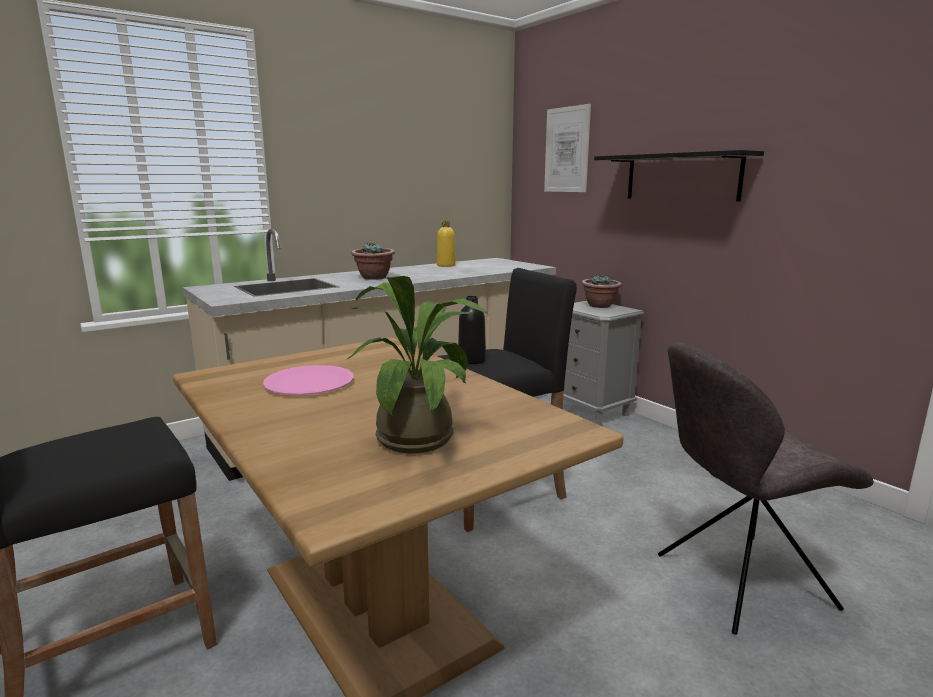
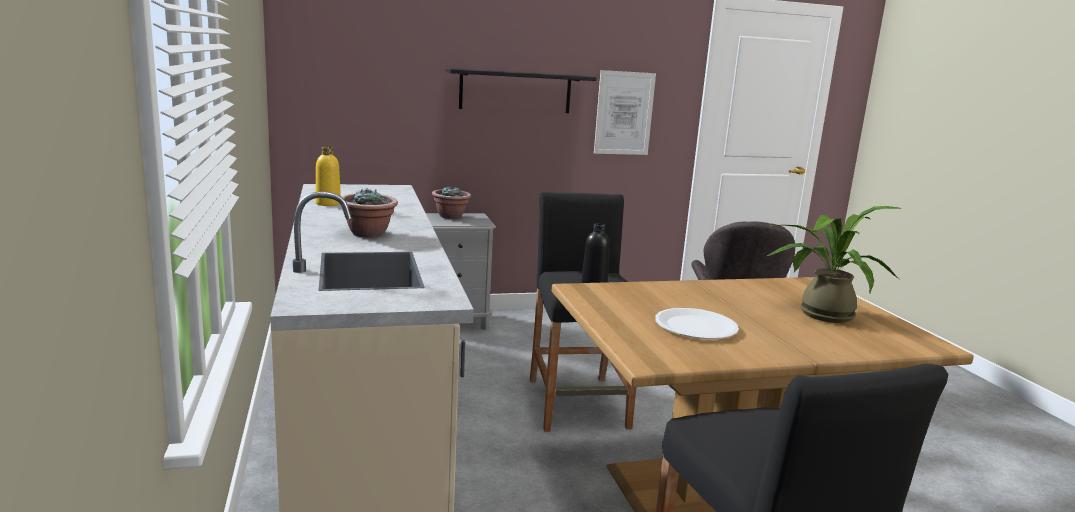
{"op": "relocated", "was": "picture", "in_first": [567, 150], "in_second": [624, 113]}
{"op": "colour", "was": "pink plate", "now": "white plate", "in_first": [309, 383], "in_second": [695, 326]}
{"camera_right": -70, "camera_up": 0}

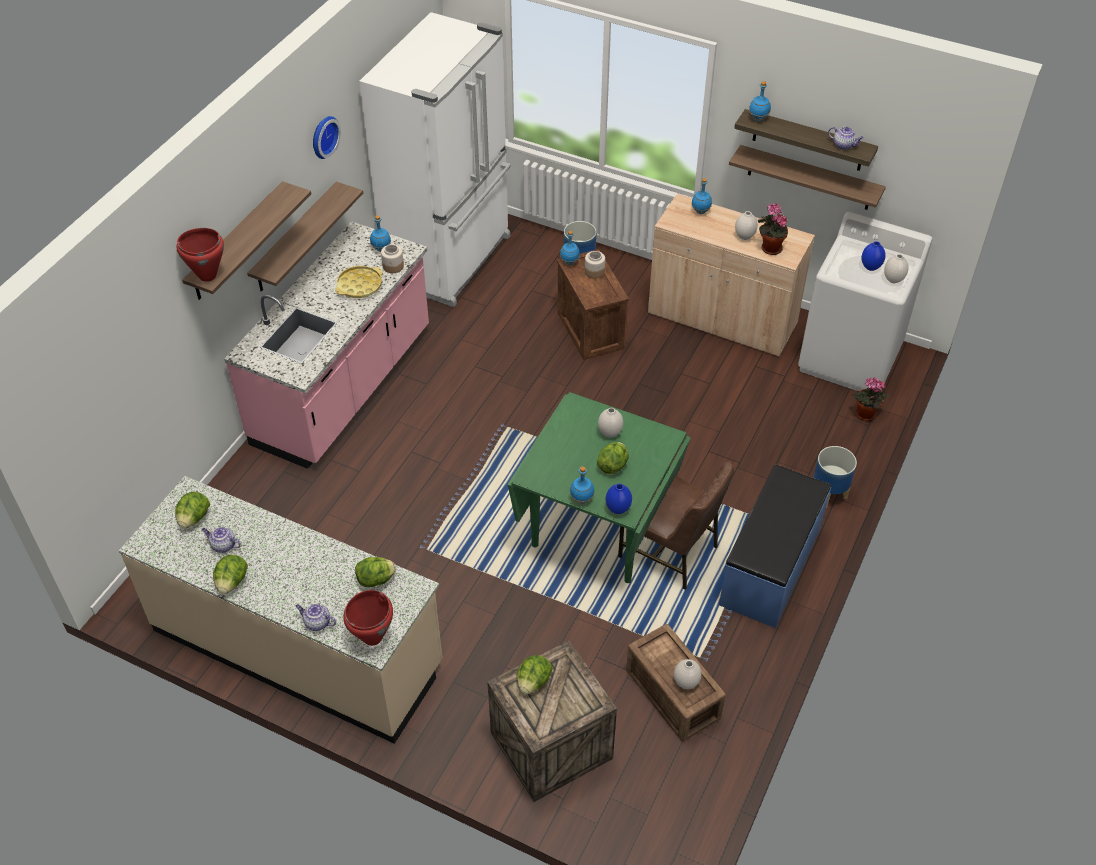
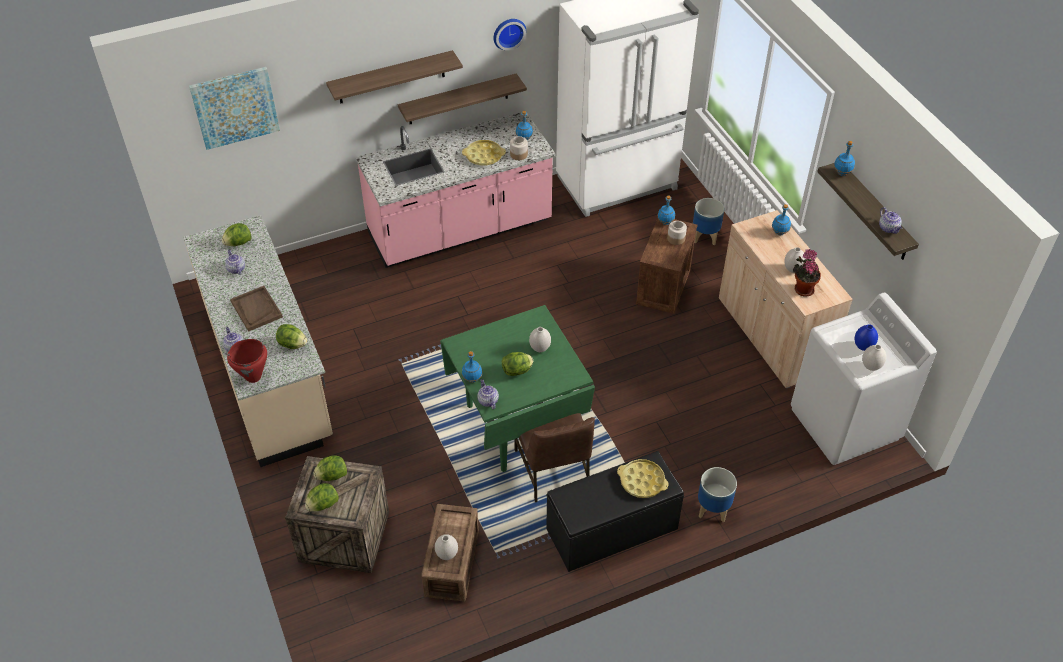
{"op": "missing", "was": "shelf", "in_first": [809, 178]}
{"op": "missing", "was": "red cooking pot", "in_first": [207, 275]}
{"op": "missing", "was": "potted plant", "in_first": [864, 415]}
{"op": "colour", "was": "blue bench", "now": "black bench", "in_first": [771, 567], "in_second": [612, 529]}
{"op": "exchanged", "was": "blue vase", "now": "teapot", "in_first": [617, 509], "in_second": [487, 401]}
{"op": "relocated", "was": "lettuce", "in_first": [232, 582], "in_second": [323, 505]}
{"op": "appeared", "now": "picture", "in_second": [235, 107]}
{"op": "appeared", "now": "brown tray", "in_second": [256, 309]}
{"op": "appeared", "now": "yellow tray", "in_second": [642, 481]}
{"camera_right": 40, "camera_up": 0}

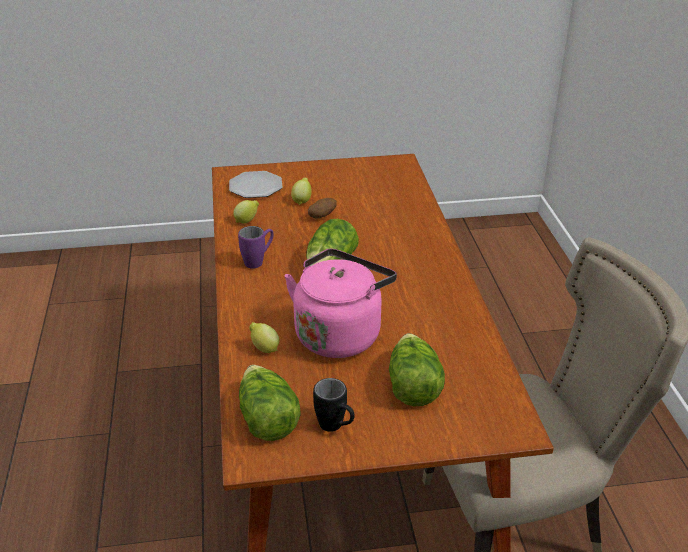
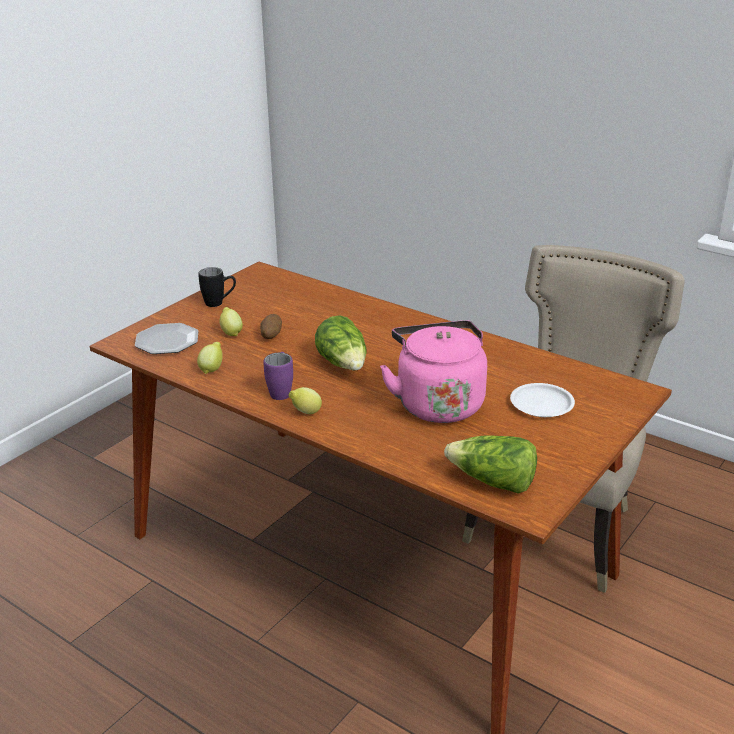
{"op": "relocated", "was": "lemon", "in_first": [264, 348], "in_second": [305, 413]}
{"op": "exchanged", "was": "lettuce", "now": "white plate", "in_first": [412, 385], "in_second": [542, 405]}
{"op": "relocated", "was": "black mug", "in_first": [336, 427], "in_second": [219, 303]}
{"camera_right": -45, "camera_up": -5}

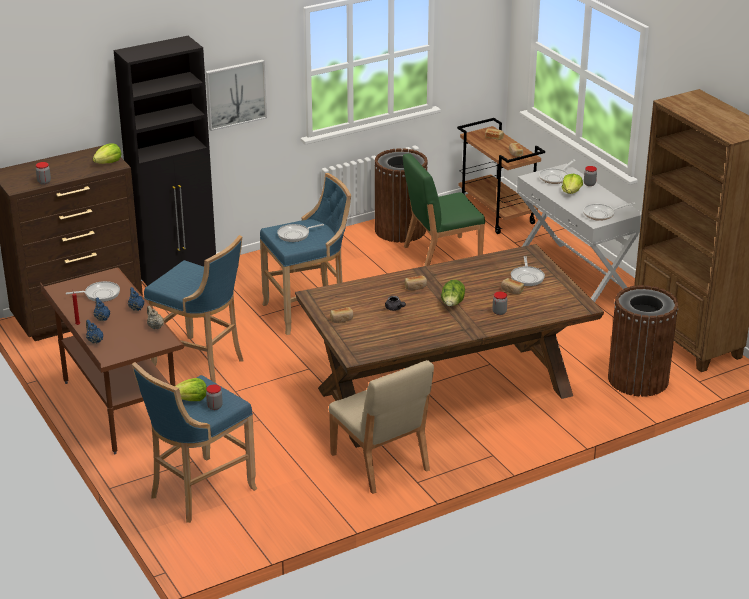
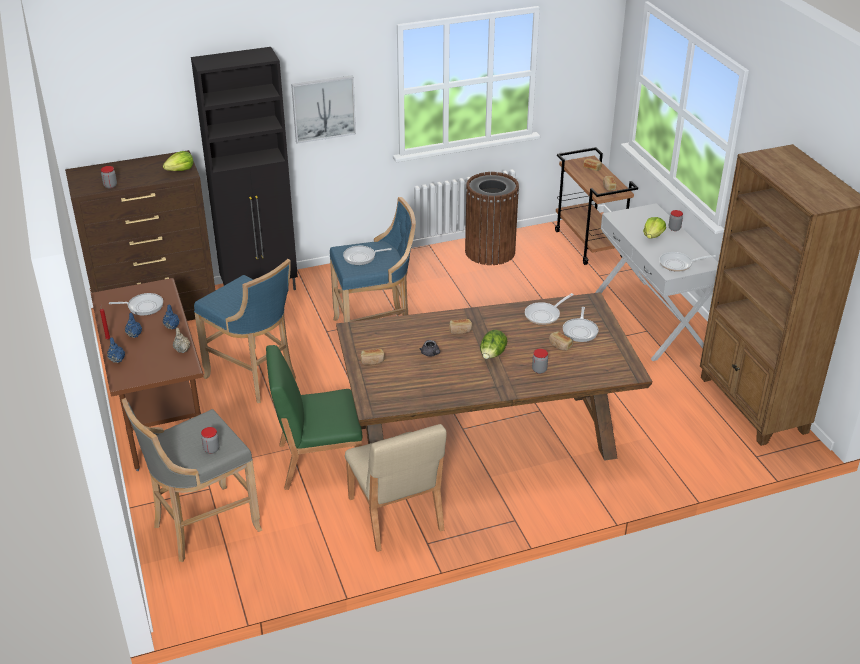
{"op": "relocated", "was": "green chair", "in_first": [441, 253], "in_second": [318, 461]}
{"op": "relocated", "was": "frying pan", "in_first": [555, 177], "in_second": [544, 315]}
{"op": "missing", "was": "brown trash can", "in_first": [638, 379]}
{"op": "colour", "was": "blue stool", "now": "grey stool", "in_first": [198, 492], "in_second": [202, 527]}
{"op": "missing", "was": "lettuce", "in_first": [191, 399]}
{"camera_right": 10, "camera_up": 5}

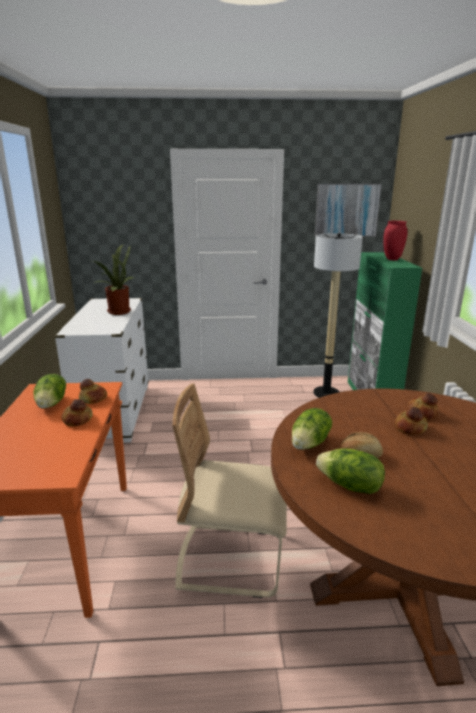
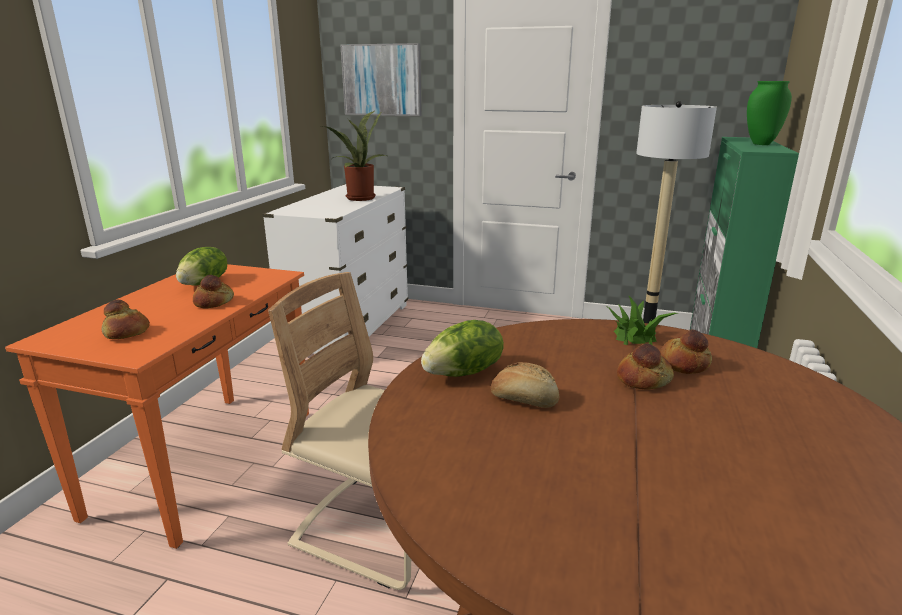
{"op": "relocated", "was": "picture", "in_first": [346, 210], "in_second": [382, 80]}
{"op": "colour", "was": "red vase", "now": "green vase", "in_first": [392, 259], "in_second": [761, 144]}
{"op": "relocated", "was": "bread", "in_first": [93, 399], "in_second": [126, 333]}
{"op": "missing", "was": "lettuce", "in_first": [350, 486]}
{"op": "appeared", "now": "potted plant", "in_second": [634, 335]}
{"camera_right": 20, "camera_up": 0}

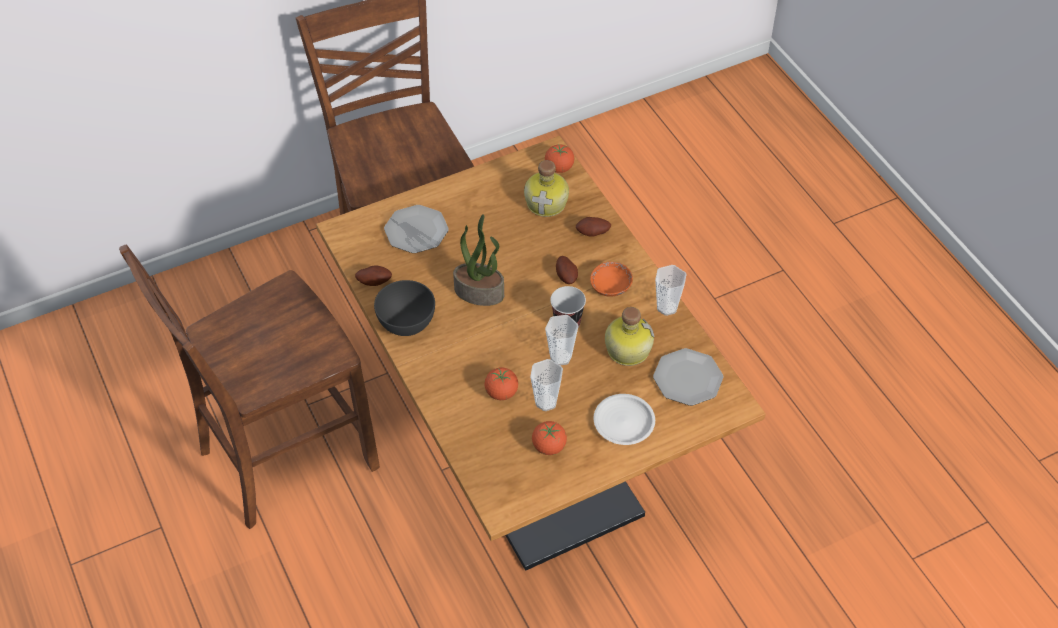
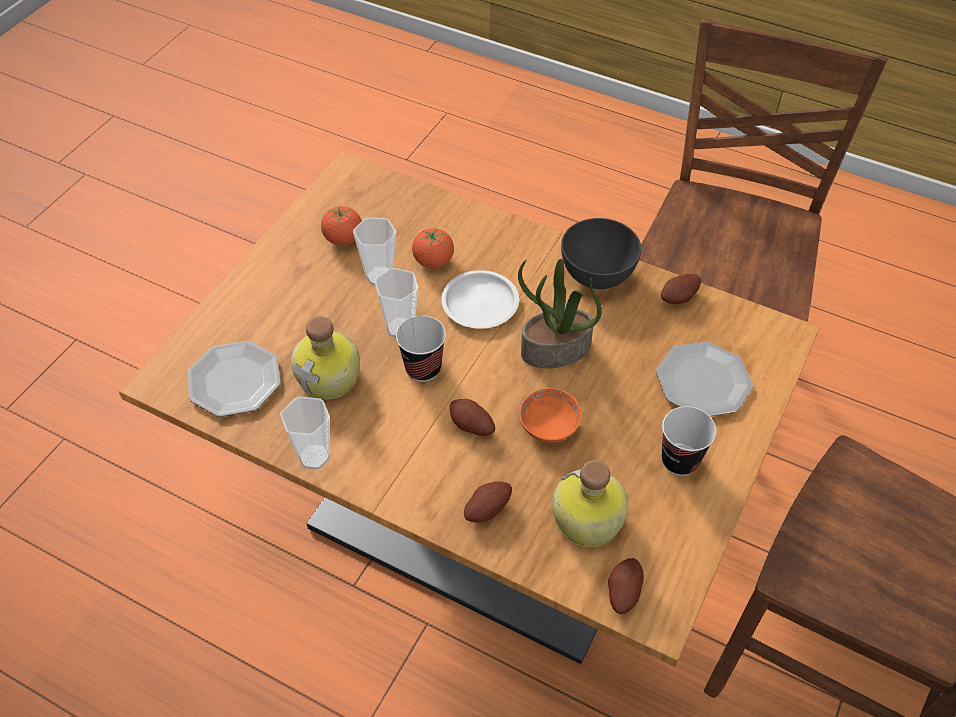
{"op": "exchanged", "was": "tomato", "now": "potato", "in_first": [559, 168], "in_second": [622, 593]}
{"op": "relocated", "was": "orange bowl", "in_first": [610, 287], "in_second": [549, 426]}
{"op": "relocated", "was": "white plate", "in_first": [624, 422], "in_second": [479, 304]}
{"op": "appeared", "now": "cup", "in_second": [680, 460]}
{"camera_right": 145, "camera_up": 0}

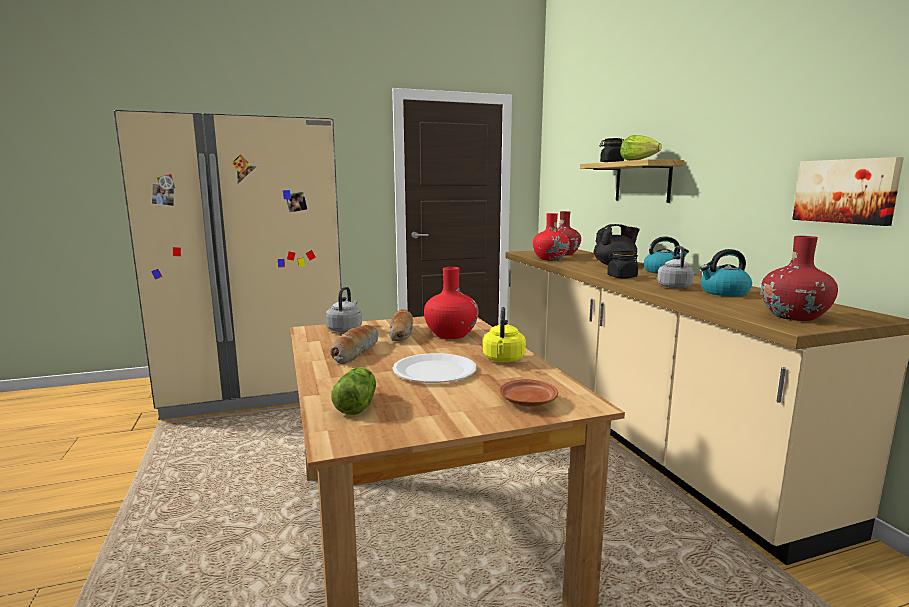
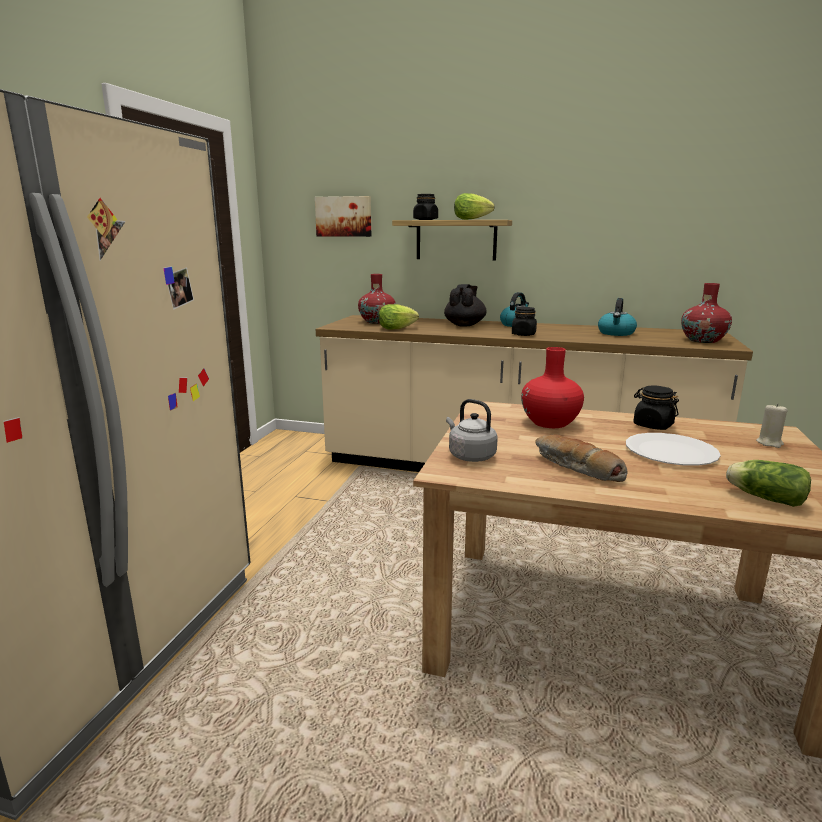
{"op": "relocated", "was": "picture", "in_first": [846, 191], "in_second": [344, 216]}
{"op": "exchanged", "was": "red vase", "now": "lettuce", "in_first": [550, 259], "in_second": [396, 329]}
{"op": "missing", "was": "grey kettle", "in_first": [673, 286]}
{"op": "exchanged", "was": "yellow kettle", "now": "black jar", "in_first": [503, 360], "in_second": [652, 425]}
{"op": "missing", "was": "bread", "in_first": [402, 333]}
{"op": "exchanged", "was": "brown plate", "now": "beige candle", "in_first": [528, 401], "in_second": [769, 443]}
{"camera_right": -55, "camera_up": 5}

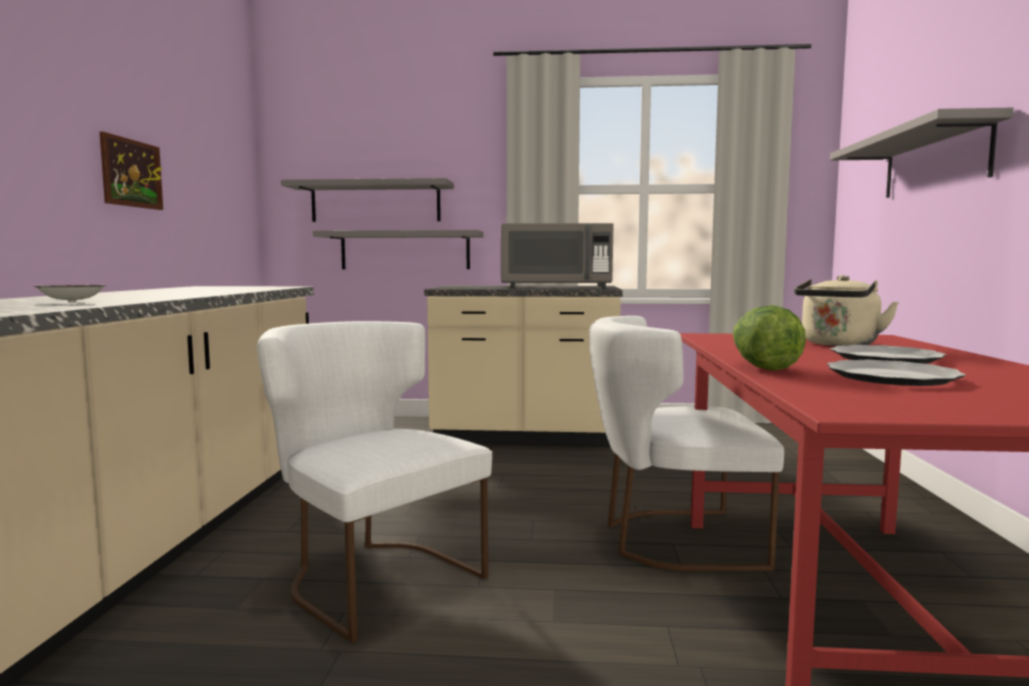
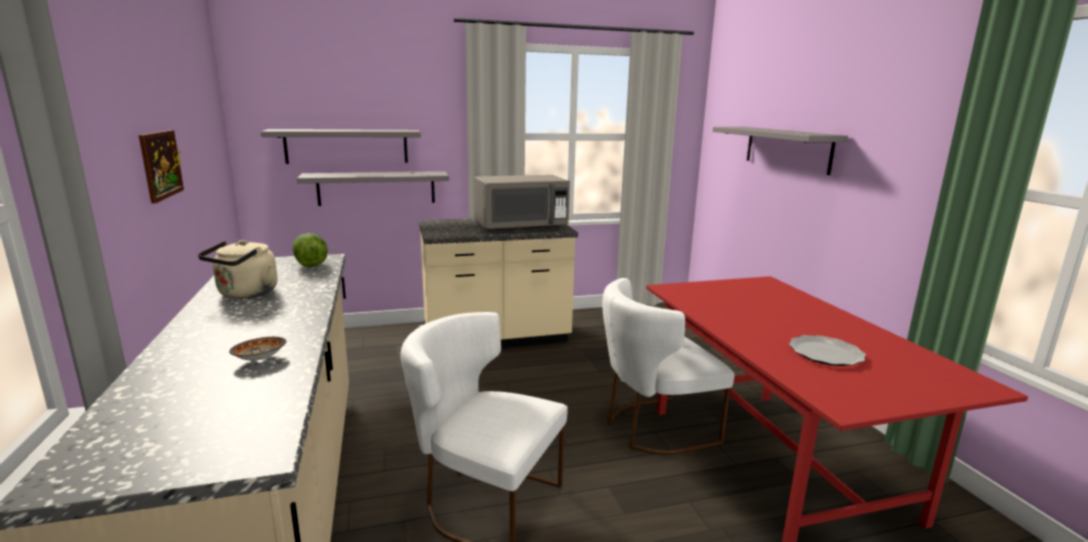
{"op": "relocated", "was": "beige kettle", "in_first": [838, 344], "in_second": [245, 294]}
{"op": "relocated", "was": "lettuce", "in_first": [763, 368], "in_second": [311, 264]}
{"op": "missing", "was": "plate", "in_first": [884, 358]}
{"camera_right": -20, "camera_up": 10}

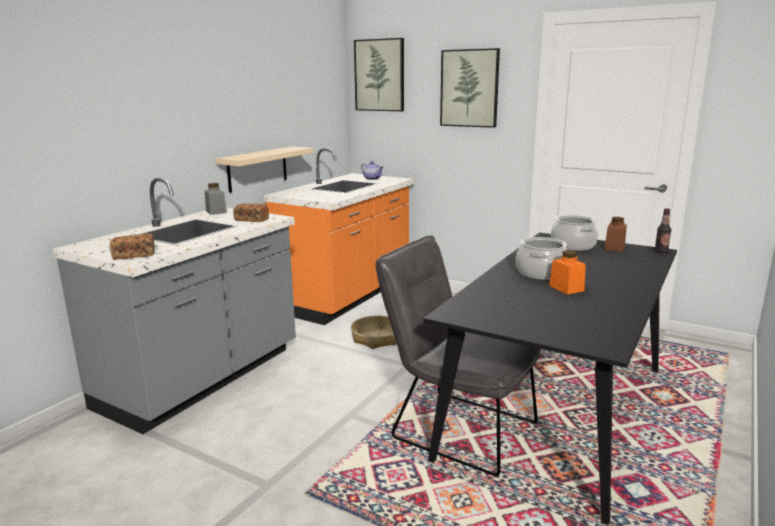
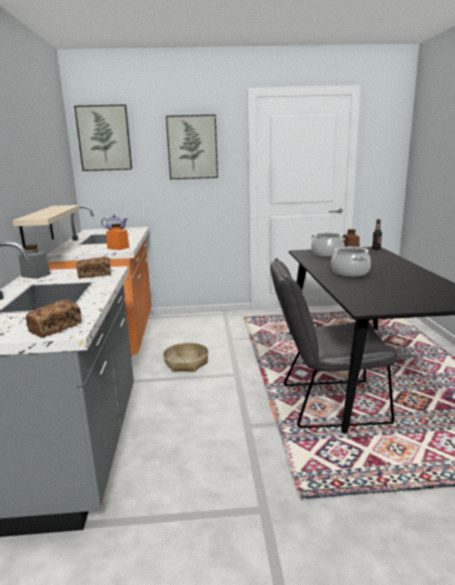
{"op": "relocated", "was": "orange jar", "in_first": [566, 288], "in_second": [118, 248]}
{"camera_right": -35, "camera_up": 0}

